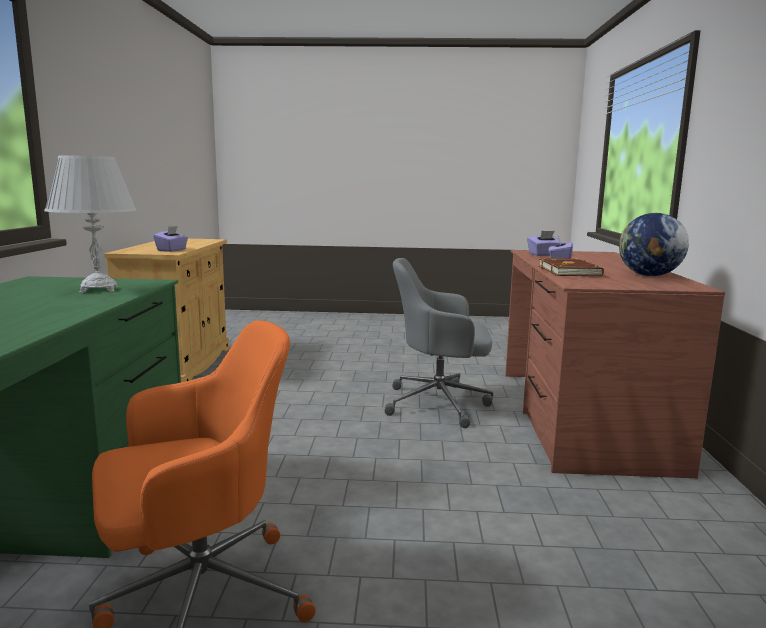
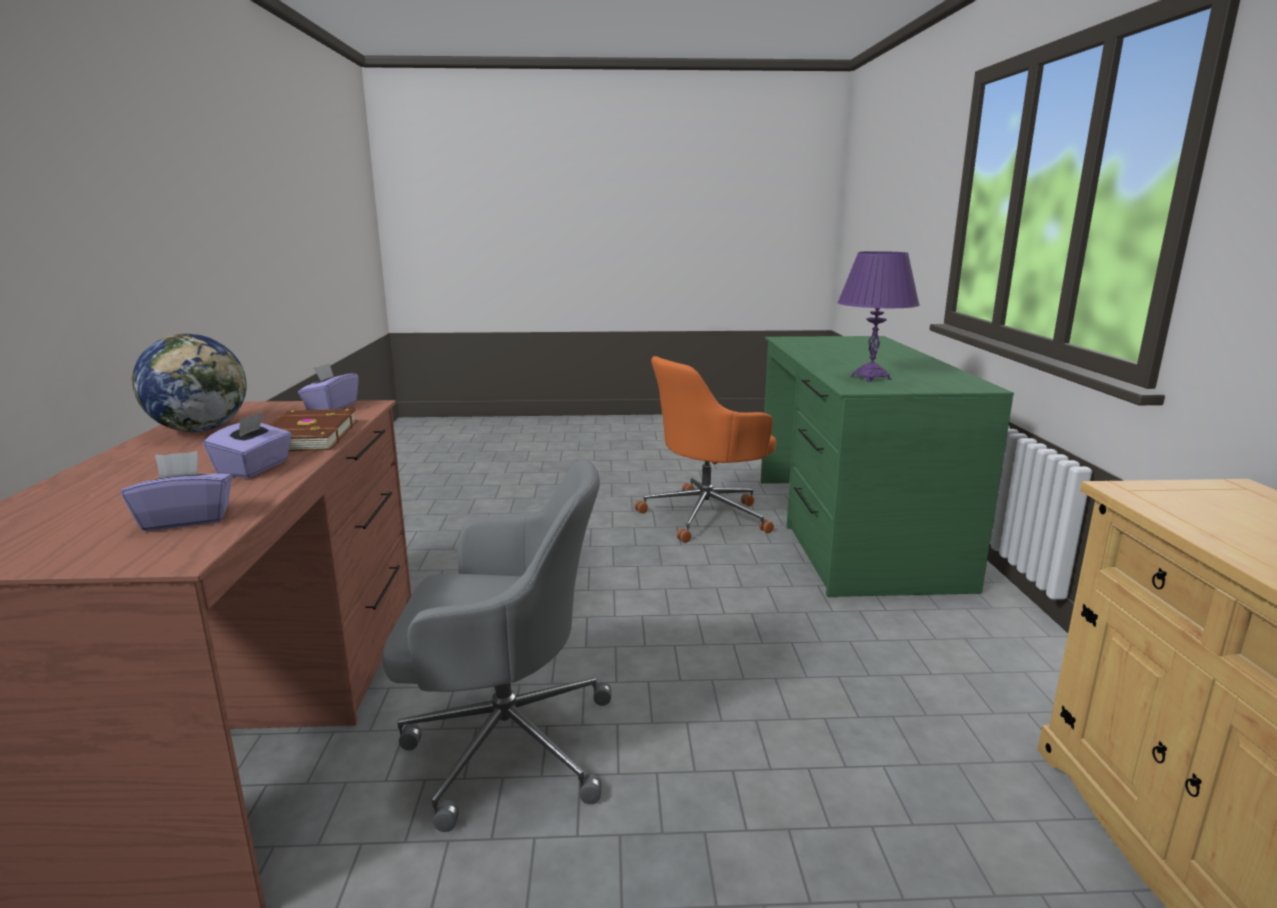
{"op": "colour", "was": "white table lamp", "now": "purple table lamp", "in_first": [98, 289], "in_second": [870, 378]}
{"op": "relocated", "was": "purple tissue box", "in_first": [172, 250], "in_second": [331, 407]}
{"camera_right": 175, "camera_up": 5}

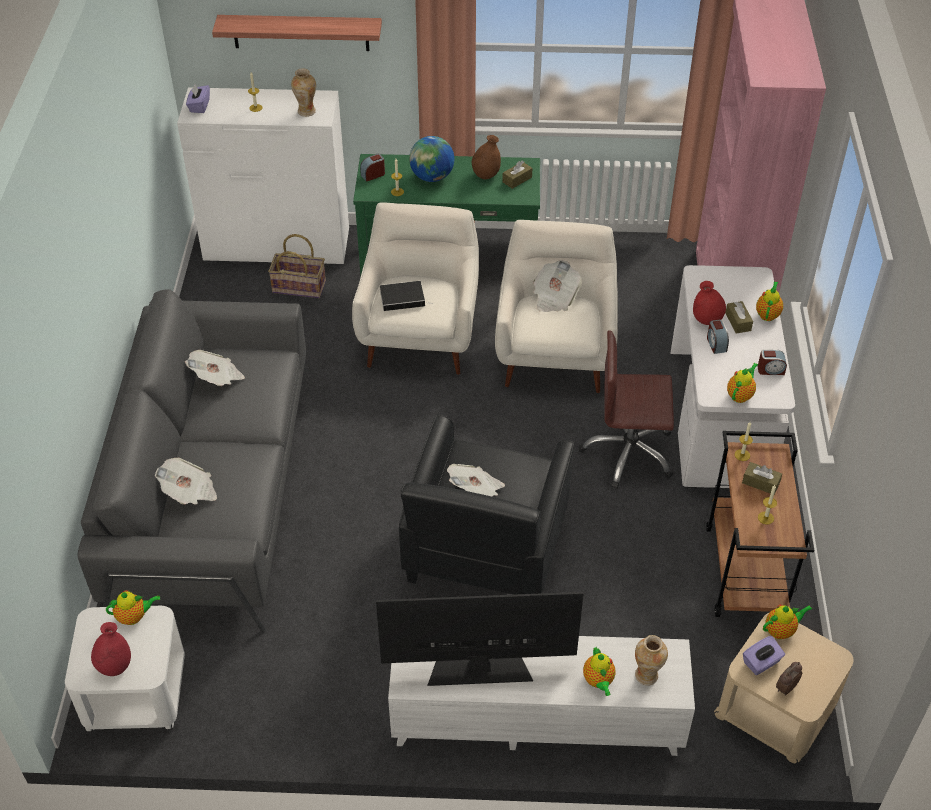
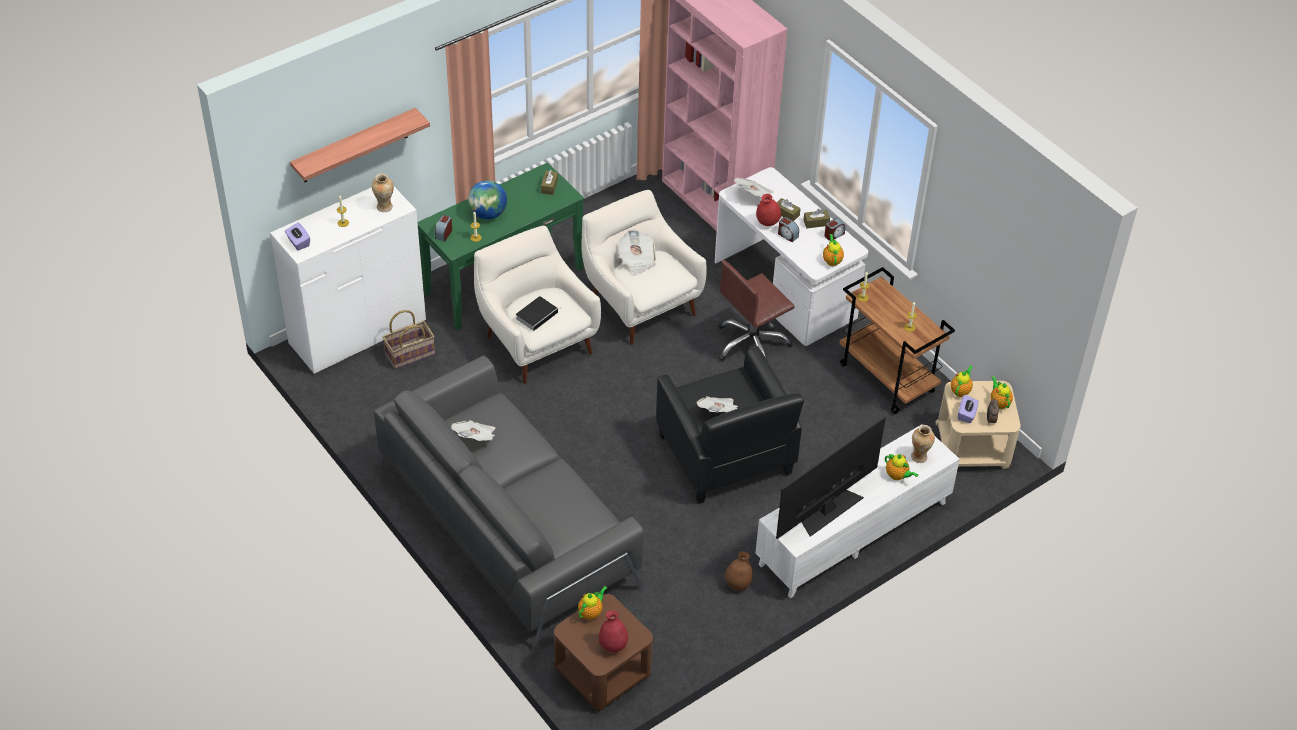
{"op": "relocated", "was": "brown vase", "in_first": [486, 175], "in_second": [738, 584]}
{"op": "relocated", "was": "teapot", "in_first": [768, 314], "in_second": [999, 402]}
{"op": "relocated", "was": "newspaper", "in_first": [189, 492], "in_second": [754, 196]}
{"op": "relocated", "was": "brown tissue box", "in_first": [760, 483], "in_second": [816, 223]}
{"op": "colour", "was": "white side table", "now": "brown side table", "in_first": [136, 693], "in_second": [603, 672]}
{"camera_right": -40, "camera_up": 0}

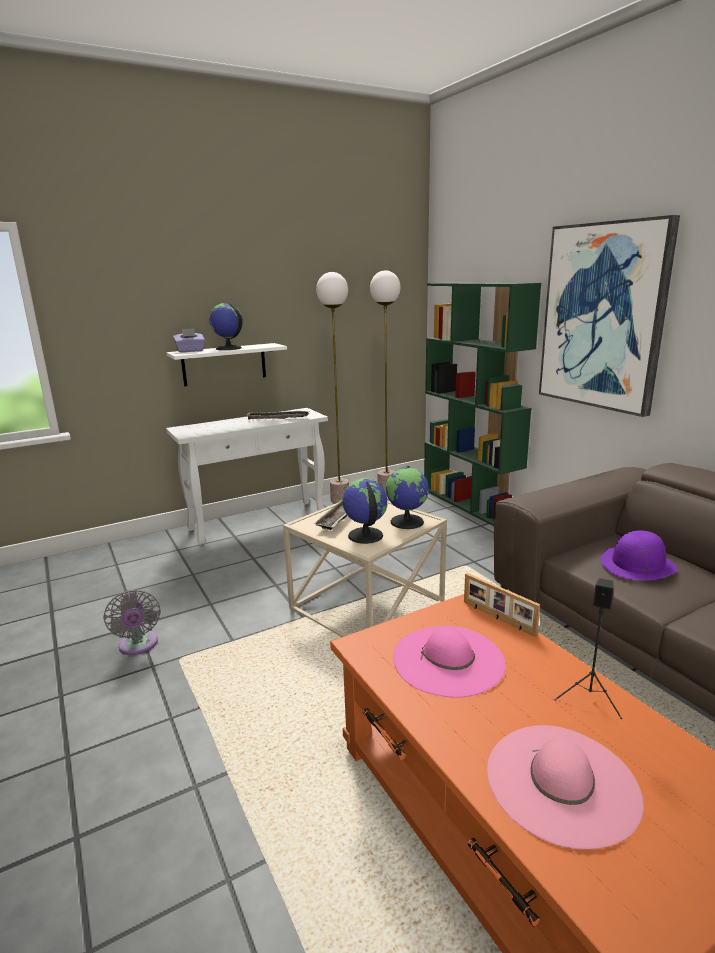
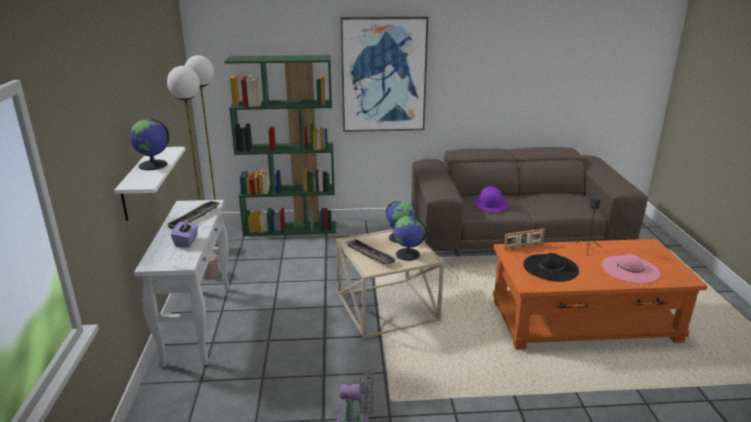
{"op": "relocated", "was": "purple tissue box", "in_first": [190, 351], "in_second": [186, 241]}
{"op": "colour", "was": "pink hat", "now": "black hat", "in_first": [448, 659], "in_second": [550, 267]}
{"camera_right": -65, "camera_up": 5}

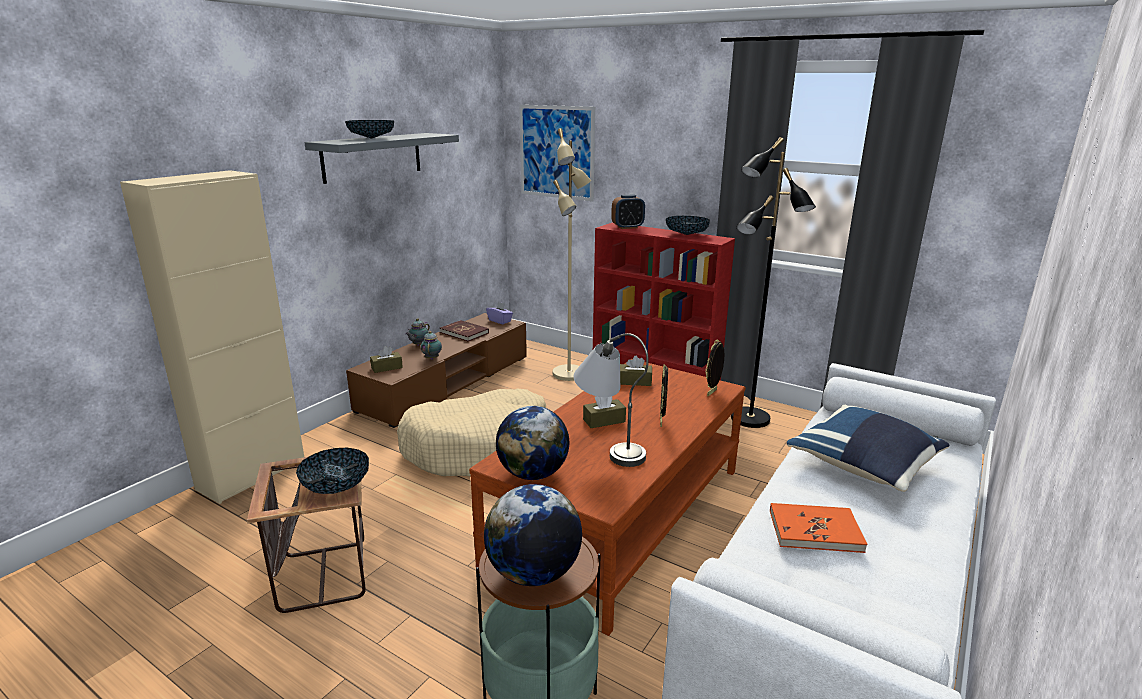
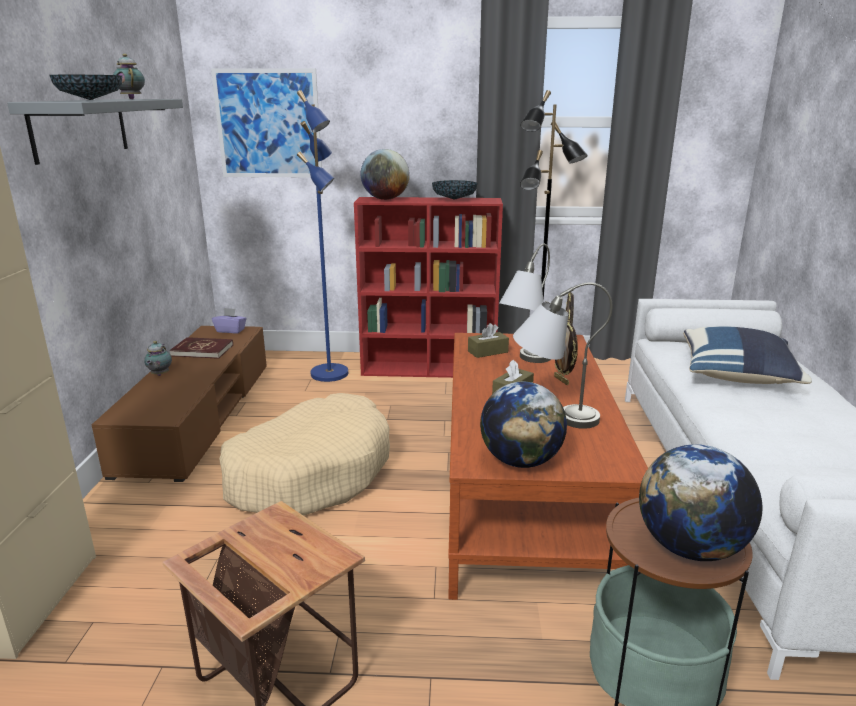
{"op": "colour", "was": "beige floor lamp", "now": "blue floor lamp", "in_first": [570, 374], "in_second": [331, 374]}
{"op": "exchanged", "was": "alarm clock", "now": "globe", "in_first": [627, 227], "in_second": [385, 199]}
{"op": "relocated", "was": "teapot", "in_first": [432, 358], "in_second": [131, 99]}
{"op": "missing", "was": "brown tissue box", "in_first": [387, 367]}
{"op": "missing", "was": "bowl", "in_first": [336, 485]}
{"op": "missing", "was": "orange book", "in_first": [815, 531]}
{"op": "appeared", "now": "grey table lamp", "in_second": [524, 363]}
{"camera_right": -30, "camera_up": 0}

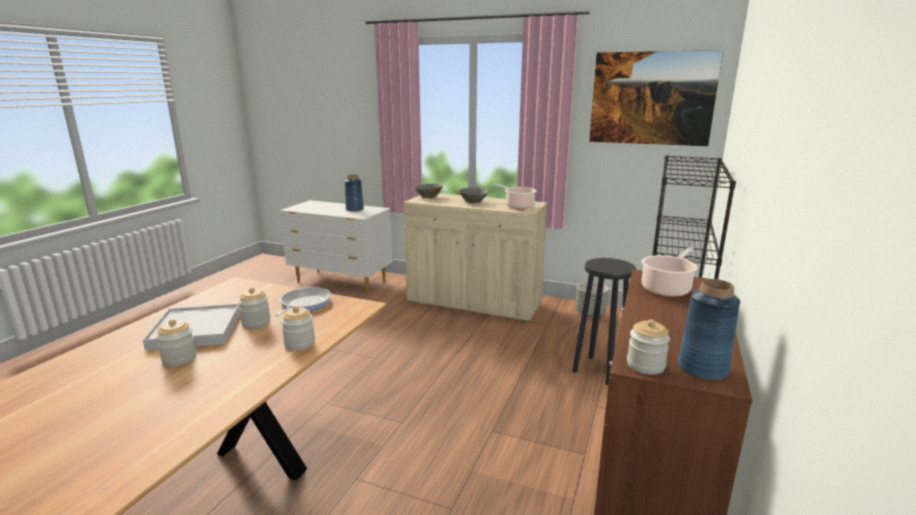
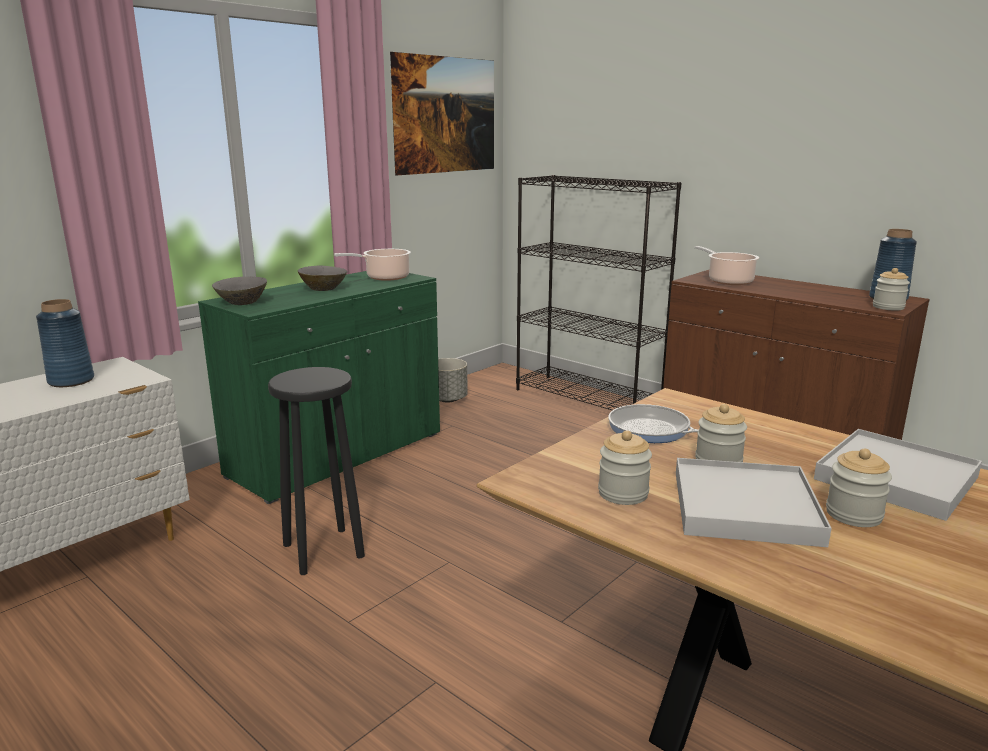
{"op": "colour", "was": "beige cabinet", "now": "green cabinet", "in_first": [474, 302], "in_second": [338, 455]}
{"op": "relocated", "was": "black stool", "in_first": [599, 370], "in_second": [324, 550]}
{"op": "relocated", "was": "jar", "in_first": [299, 343], "in_second": [623, 493]}
{"op": "appeared", "now": "white tray", "in_second": [895, 478]}
{"camera_right": -70, "camera_up": 0}

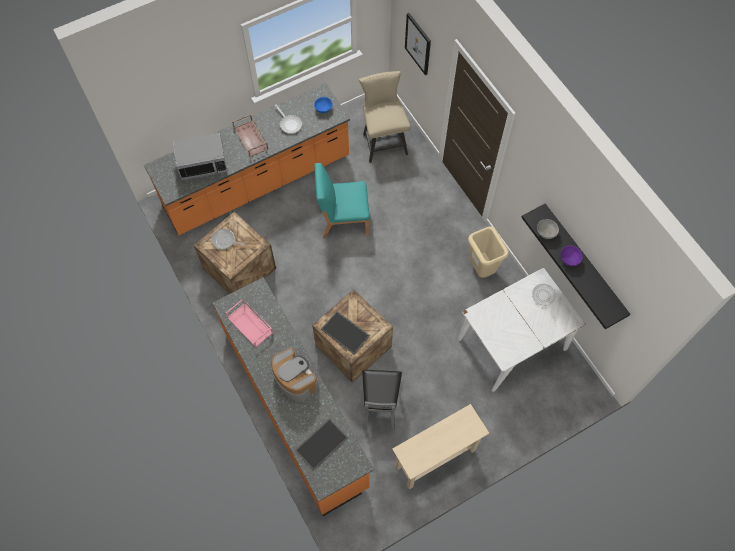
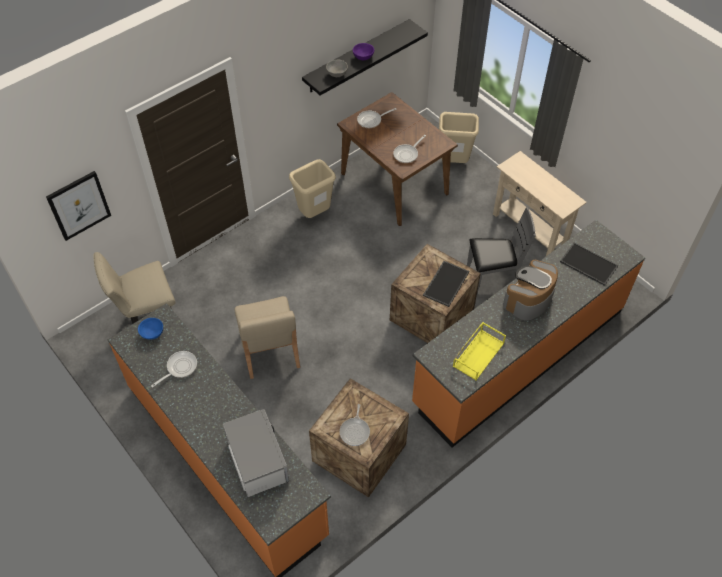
{"op": "missing", "was": "brown tray", "in_first": [251, 139]}
{"op": "colour", "was": "turquoise chair", "now": "beige chair", "in_first": [343, 219], "in_second": [269, 350]}
{"op": "colour", "was": "white dining table", "now": "brown dining table", "in_first": [511, 344], "in_second": [395, 184]}
{"op": "colour", "was": "pink tray", "now": "yellow tray", "in_first": [250, 325], "in_second": [478, 354]}
{"op": "appeared", "now": "beige trash can", "in_second": [454, 163]}
{"op": "appeared", "now": "frying pan", "in_second": [407, 154]}
{"camera_right": -100, "camera_up": -10}

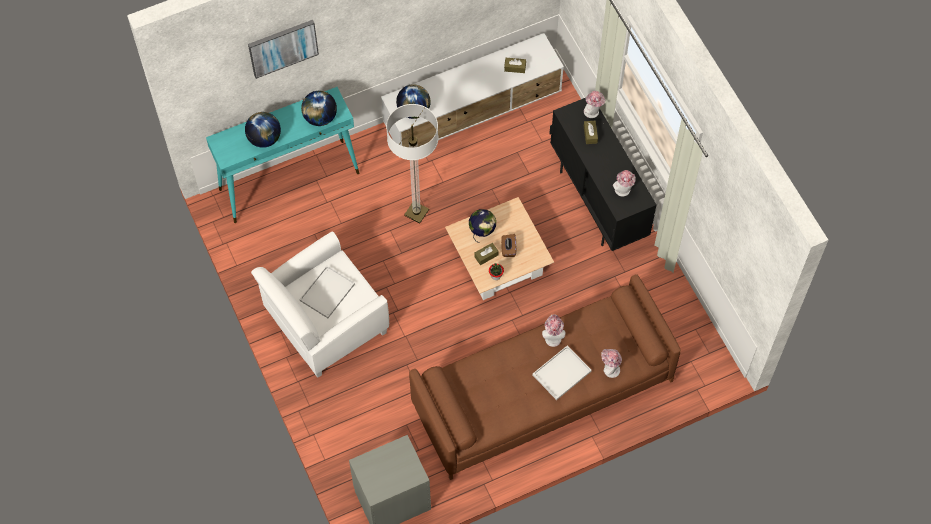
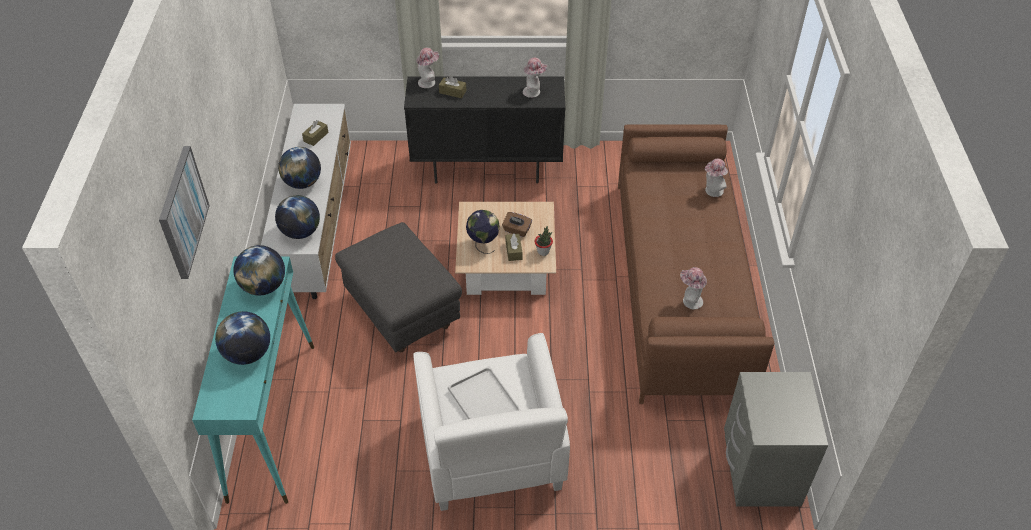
{"op": "exchanged", "was": "floor lamp", "now": "grey ottoman", "in_first": [416, 212], "in_second": [401, 312]}
{"op": "relocated", "was": "hat", "in_first": [552, 337], "in_second": [690, 300]}
{"op": "missing", "was": "white tray", "in_first": [562, 372]}
{"op": "appeared", "now": "globe", "in_second": [302, 183]}
{"camera_right": -65, "camera_up": -15}

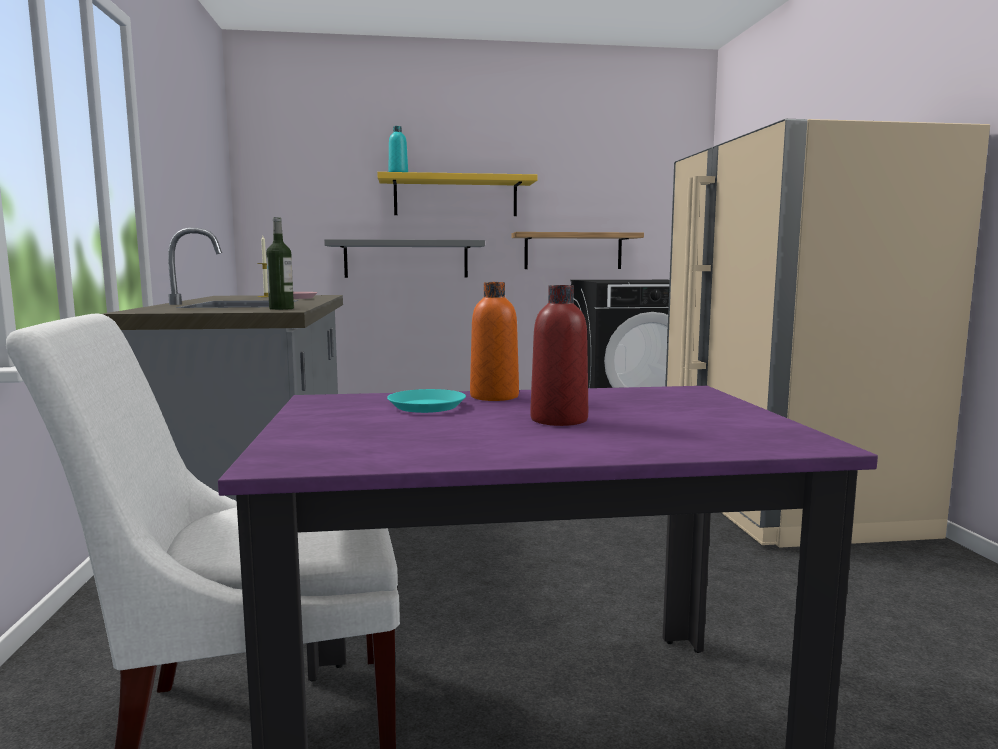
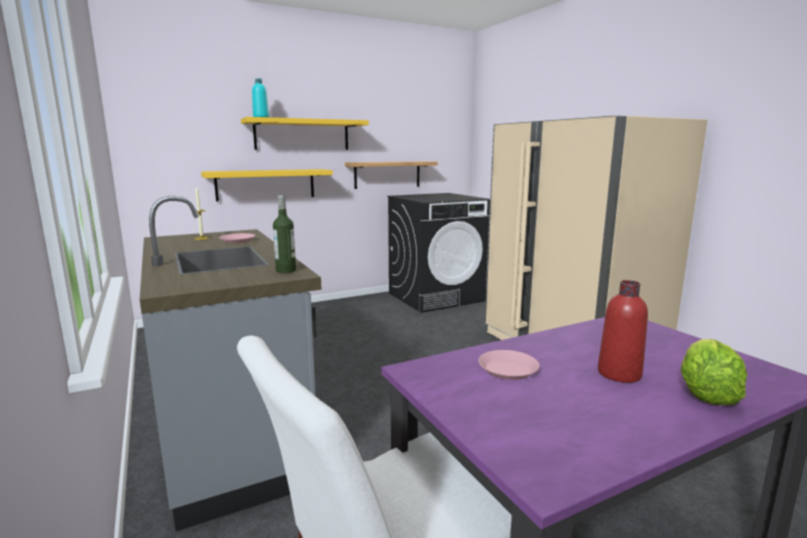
{"op": "colour", "was": "grey shelf", "now": "yellow shelf", "in_first": [406, 259], "in_second": [266, 184]}
{"op": "missing", "was": "orange bottle", "in_first": [494, 396]}
{"op": "colour", "was": "turquoise plate", "now": "pink plate", "in_first": [426, 406], "in_second": [508, 369]}
{"op": "appeared", "now": "lettuce", "in_second": [705, 393]}
{"camera_right": -20, "camera_up": 5}

